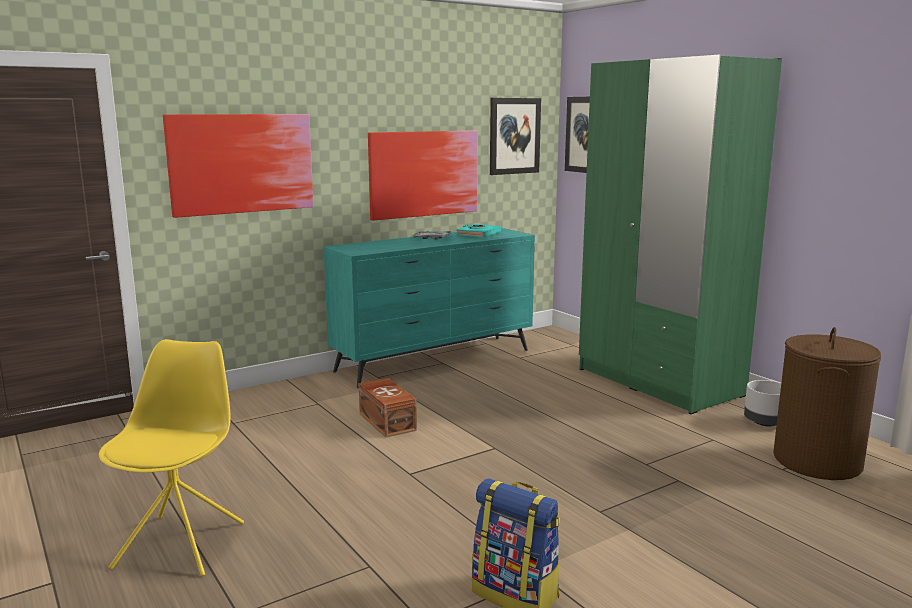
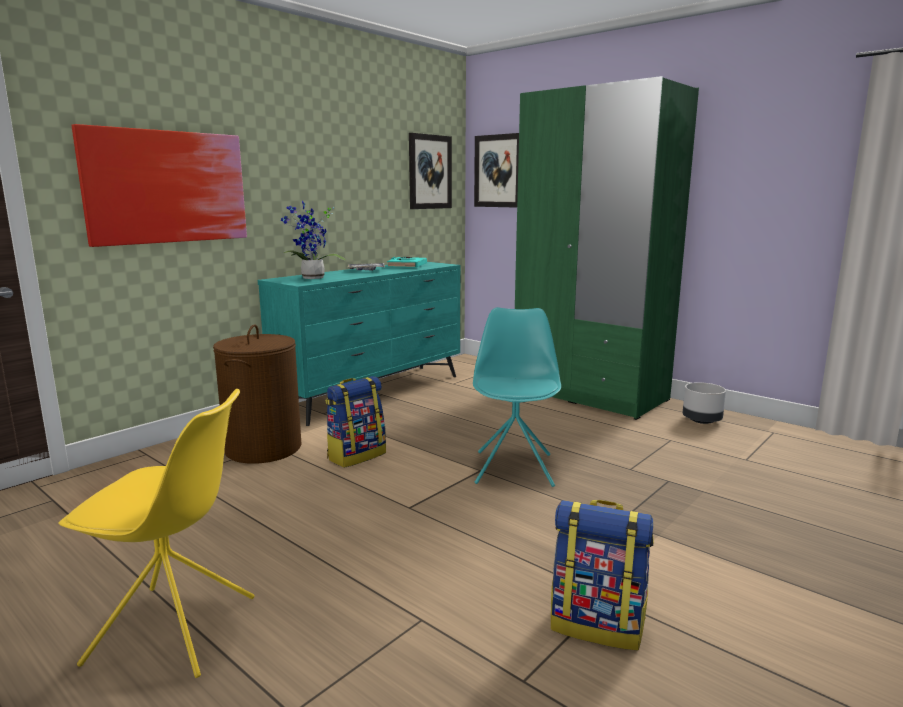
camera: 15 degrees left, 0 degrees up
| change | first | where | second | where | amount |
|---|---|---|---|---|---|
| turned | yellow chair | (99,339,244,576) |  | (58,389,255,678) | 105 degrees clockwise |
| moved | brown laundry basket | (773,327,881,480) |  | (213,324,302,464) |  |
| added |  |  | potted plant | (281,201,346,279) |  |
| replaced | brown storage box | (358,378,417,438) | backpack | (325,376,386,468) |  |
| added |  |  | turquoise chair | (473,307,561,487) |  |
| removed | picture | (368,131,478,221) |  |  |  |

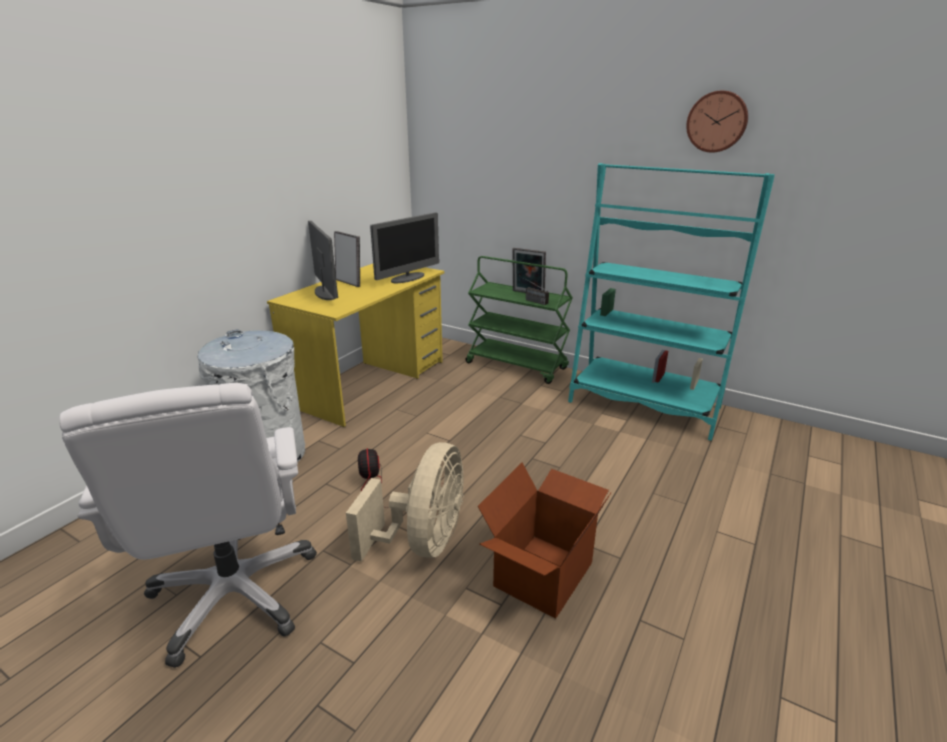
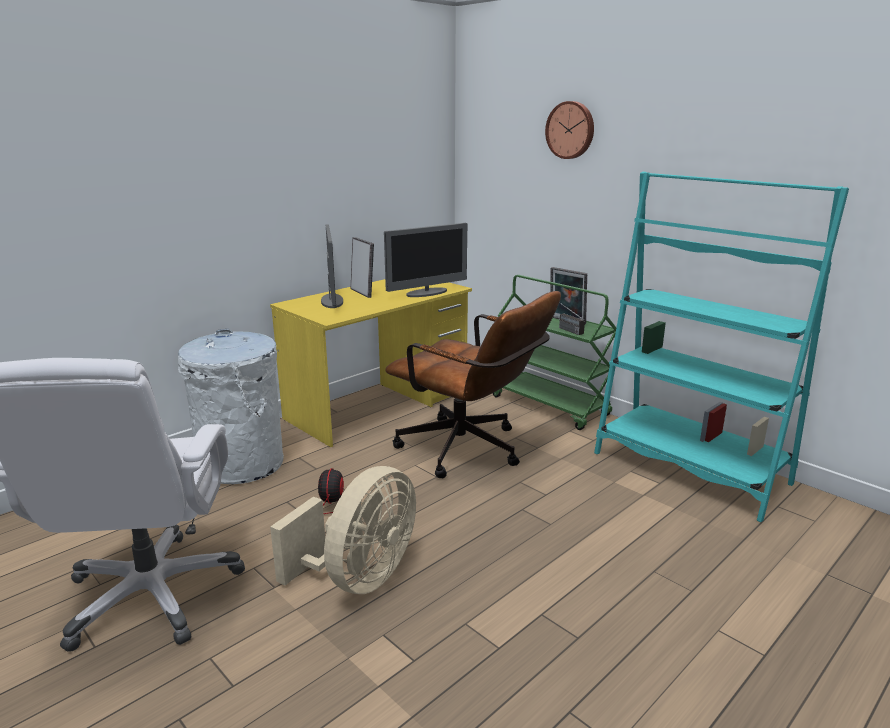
camera: 15 degrees right, 5 degrees down
| change | first | where | second | where | amount |
|---|---|---|---|---|---|
| added |  |  | brown office chair | (385,291,561,478) |  |
| moved | wall clock | (686,91,748,153) |  | (545,101,594,159) |  |
| removed | cardboard box | (478,463,612,619) |  |  |  |

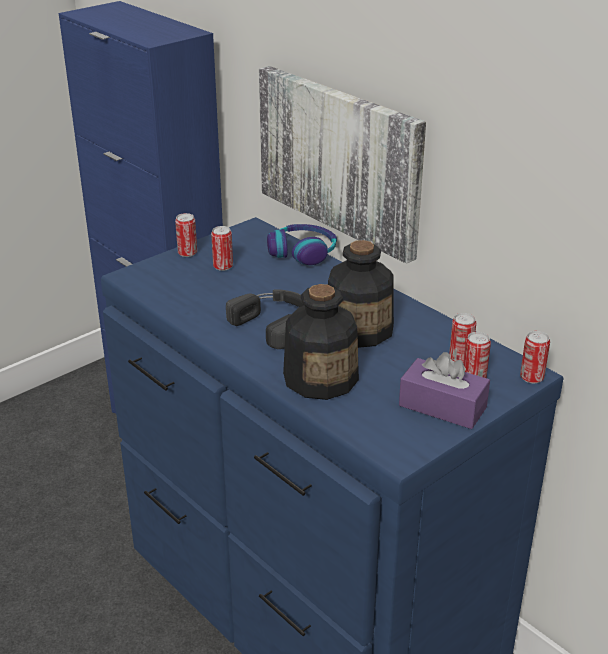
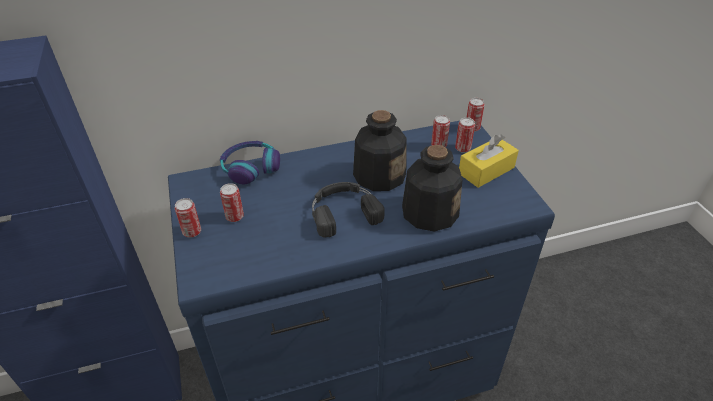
camera: 65 degrees left, 10 degrees up
| change | first | where | second | where | amount |
|---|---|---|---|---|---|
| recoloured | purple tissue box | (399,352,490,429) | yellow tissue box | (459,134,519,188) |  |
| removed | picture | (259,66,426,264) |  |  |  |

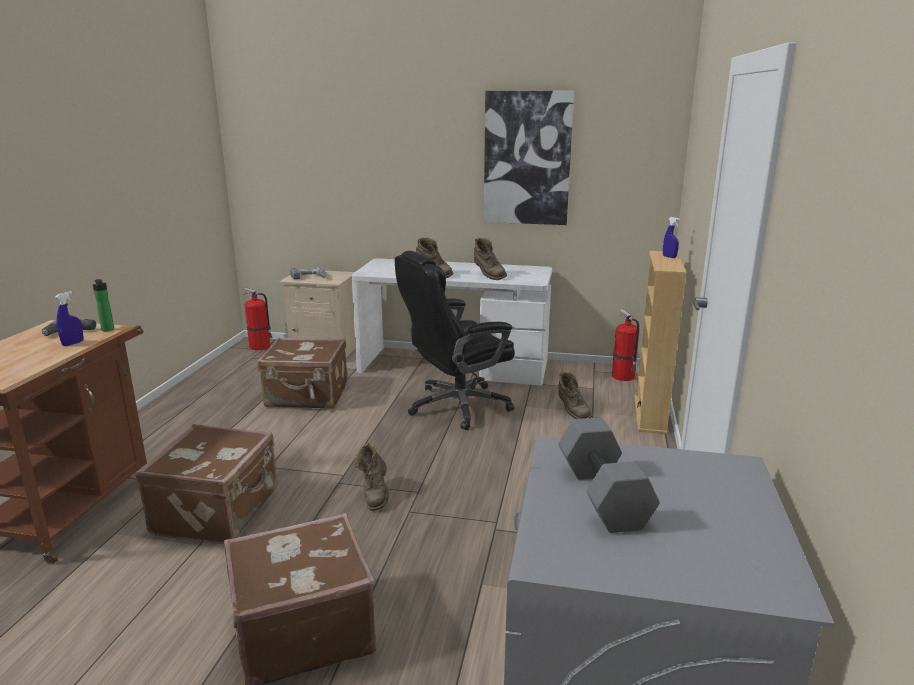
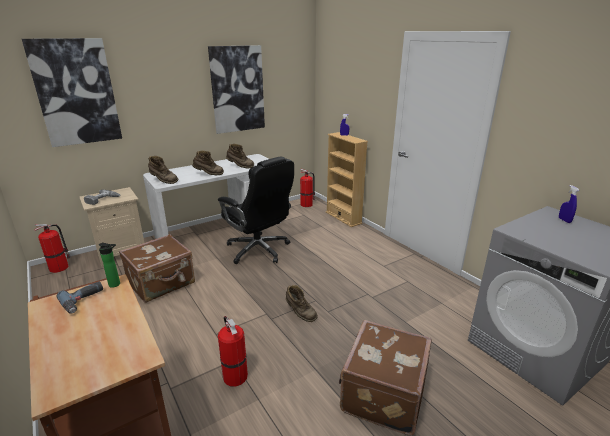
camera: 45 degrees left, 5 degrees up
| change | first | where | second | where | amount |
|---|---|---|---|---|---|
| added |  |  | picture | (22,38,122,147) |  |
| moved | brown boot | (558,372,592,419) |  | (148,156,179,184) |  |
| turned | black office chair | (395,251,515,430) |  | (218,157,294,264) | 60 degrees counterclockwise |
| replaced | brown suitcase | (135,424,278,544) | fire extinguisher | (218,316,248,386) |  |
| moved | blue spray bottle | (55,291,84,346) |  | (559,185,580,223) |  |
| removed | grey dumbbell | (558,417,660,533) |  |  |  |

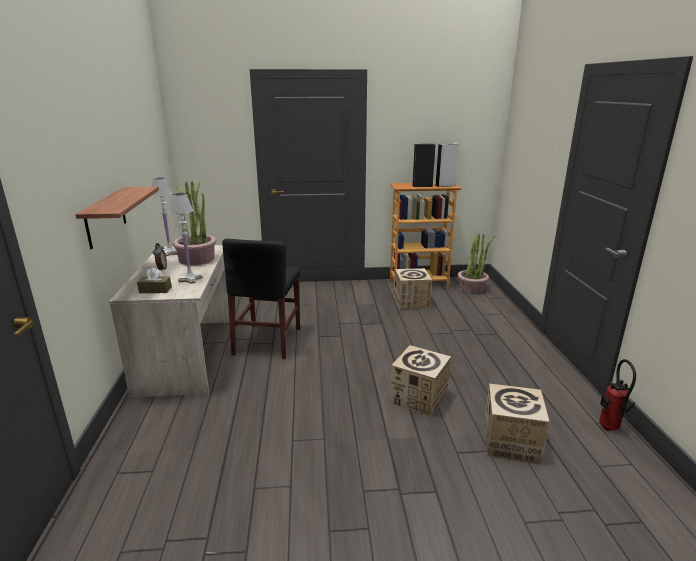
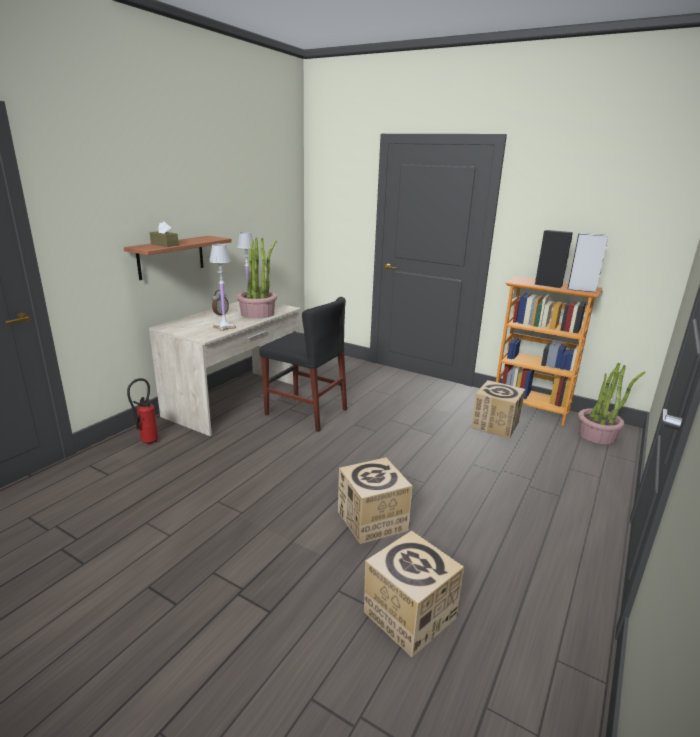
camera: 35 degrees right, 0 degrees up
| change | first | where | second | where | amount |
|---|---|---|---|---|---|
| moved | fire extinguisher | (599,359,636,431) |  | (127,378,158,445) |  |
| moved | brown tissue box | (137,268,172,293) |  | (150,221,179,247) |  |
| turned | black chair | (222,239,300,359) |  | (259,297,347,432) | 105 degrees counterclockwise |

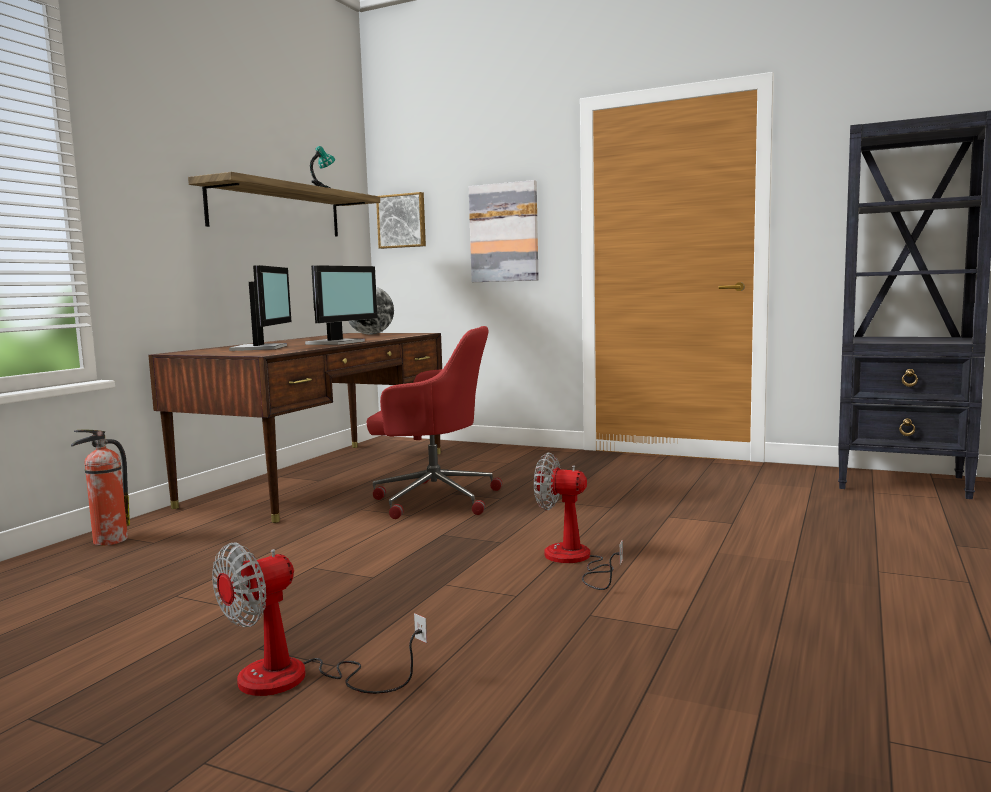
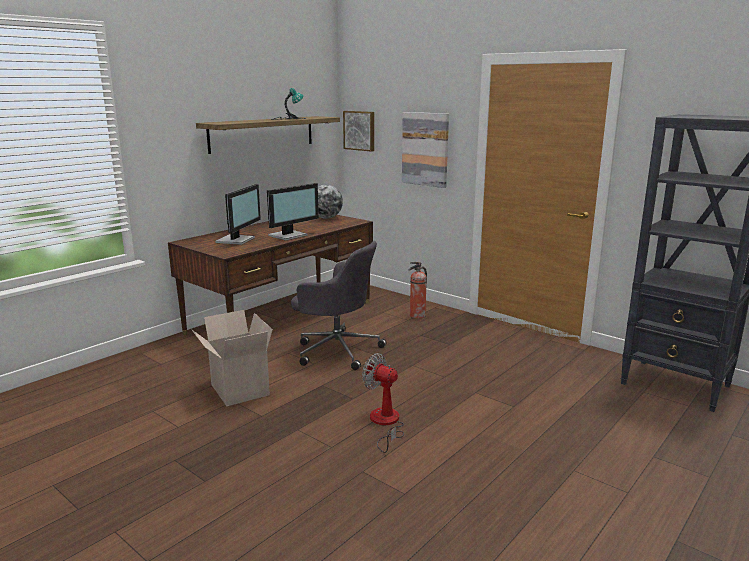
camera: 15 degrees right, 10 degrees up
| change | first | where | second | where | amount |
|---|---|---|---|---|---|
| added |  |  | cardboard box | (191,310,273,406) |  |
| recoloured | red office chair | (367,326,502,519) | grey office chair | (291,241,387,370) |  |
| moved | fire extinguisher | (71,430,130,546) |  | (409,262,427,319) |  |
| removed | fan | (212,542,427,696) |  |  |  |

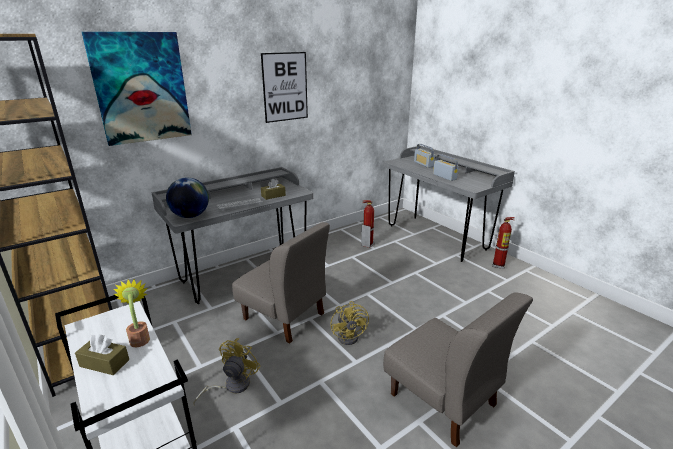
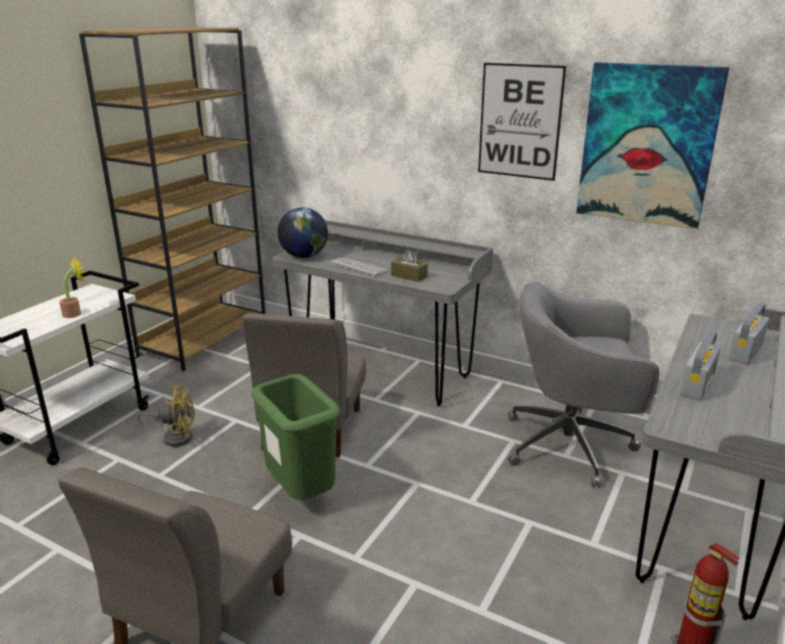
camera: 65 degrees right, 0 degrees up
| change | first | where | second | where | amount |
|---|---|---|---|---|---|
| replaced | yellow fan | (330,301,369,345) | green trash can | (251,374,340,500) |  |
| replaced | fire extinguisher | (361,200,375,248) | grey office chair | (508,282,660,488) |  |
| moved | picture | (82,32,192,146) |  | (576,62,730,230) |  |
| removed | brown tissue box | (75,334,129,375) |  |  |  |

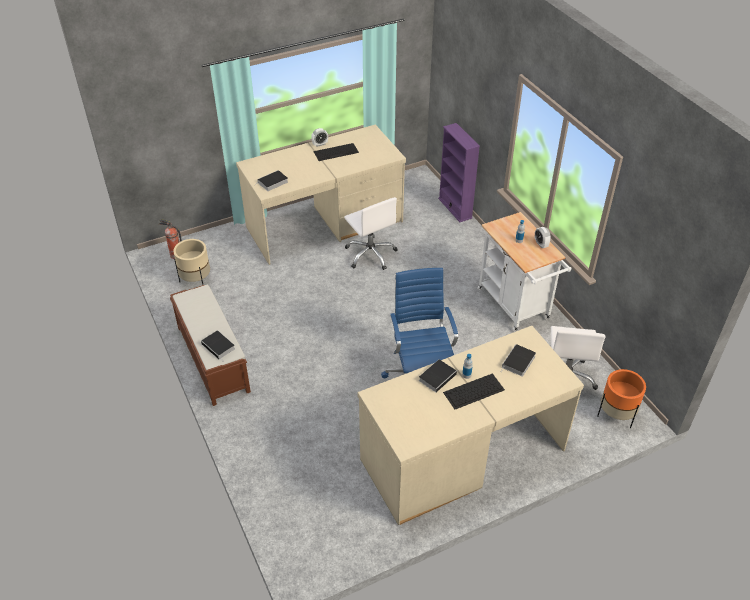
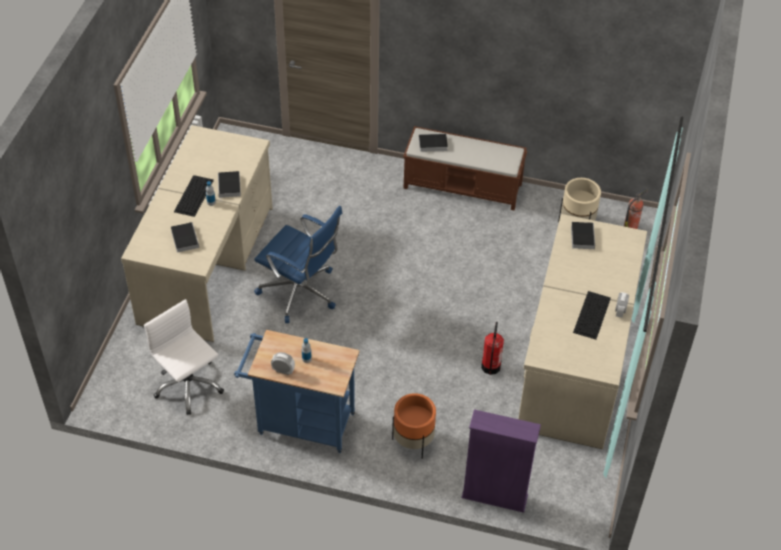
camera: 130 degrees right, 5 degrees up
| change | first | where | second | where | amount |
|---|---|---|---|---|---|
| recoloured | white cart | (477,212,571,331) | blue cart | (234,330,360,453) |  |
| moved | orange planter | (597,369,646,428) |  | (392,393,436,459) |  |
| replaced | white office chair | (344,197,398,270) | fire extinguisher | (481,322,504,375) |  |

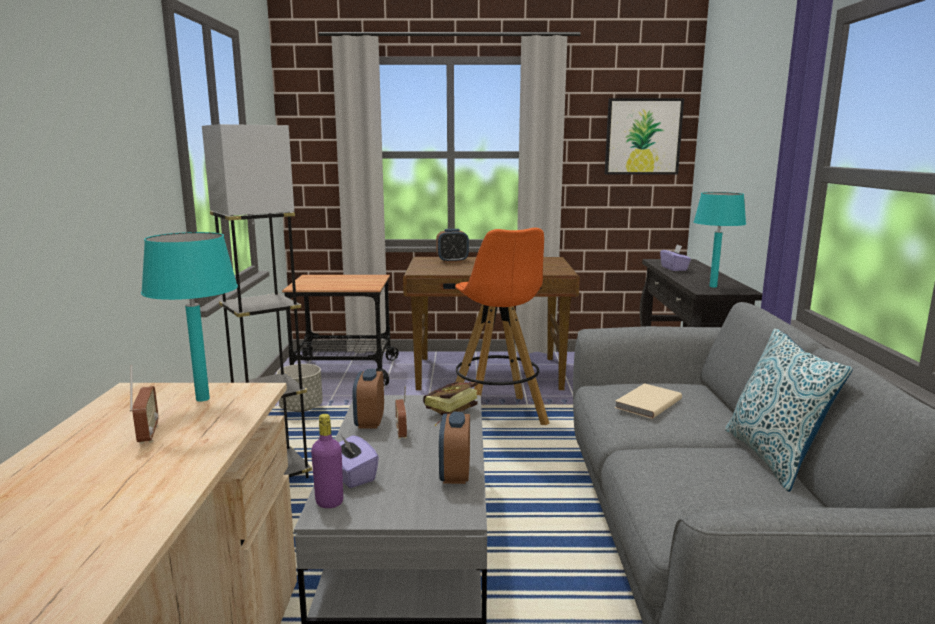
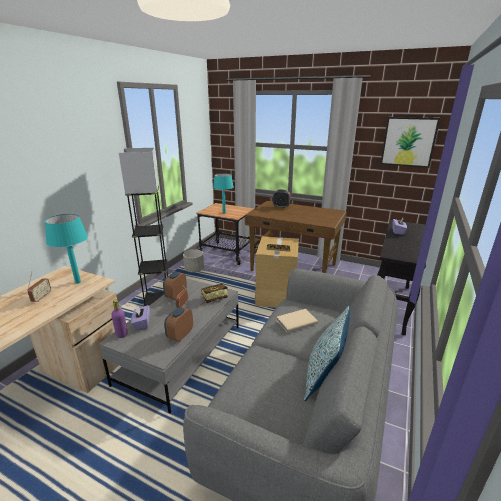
camera: 25 degrees right, 10 degrees up
| change | first | where | second | where | amount |
|---|---|---|---|---|---|
| moved | turquoise table lamp | (694,192,746,288) |  | (213,173,234,214) |  |
| replaced | orange stool | (455,228,550,425) | cardboard box | (254,236,299,308) |  |

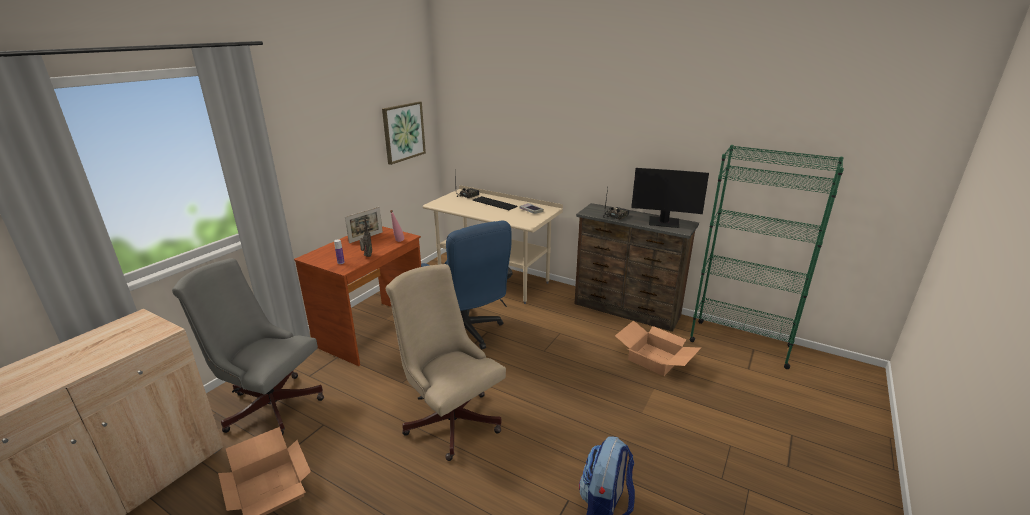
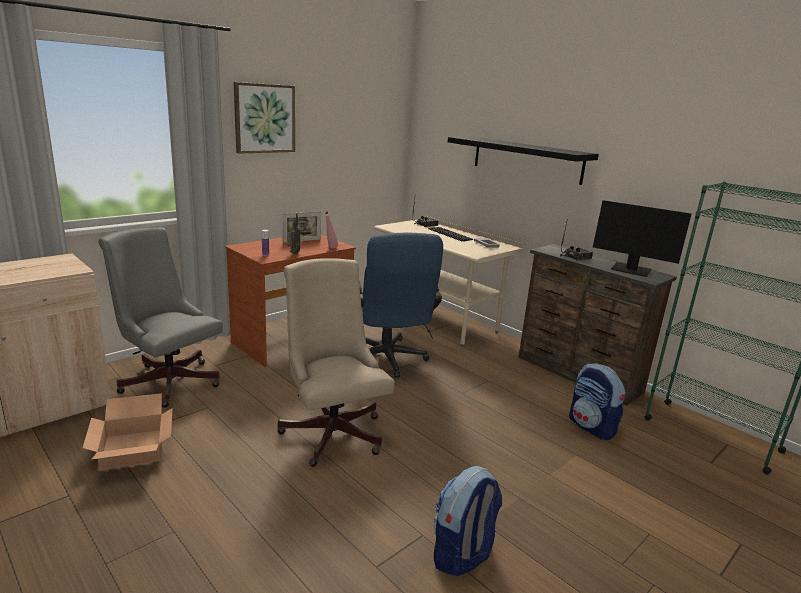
camera: 15 degrees right, 5 degrees down
| change | first | where | second | where | amount |
|---|---|---|---|---|---|
| moved | picture | (382,102,426,165) |  | (234,82,295,154) |  |
| added |  |  | black shelf | (448,137,599,185) |  |
| replaced | cardboard box | (615,320,701,376) | backpack | (569,363,625,440) |  |

